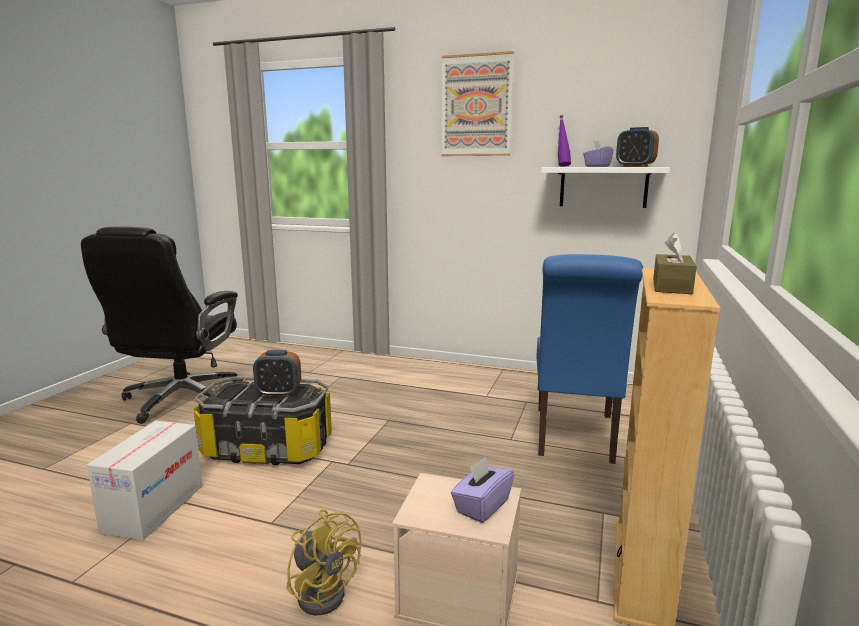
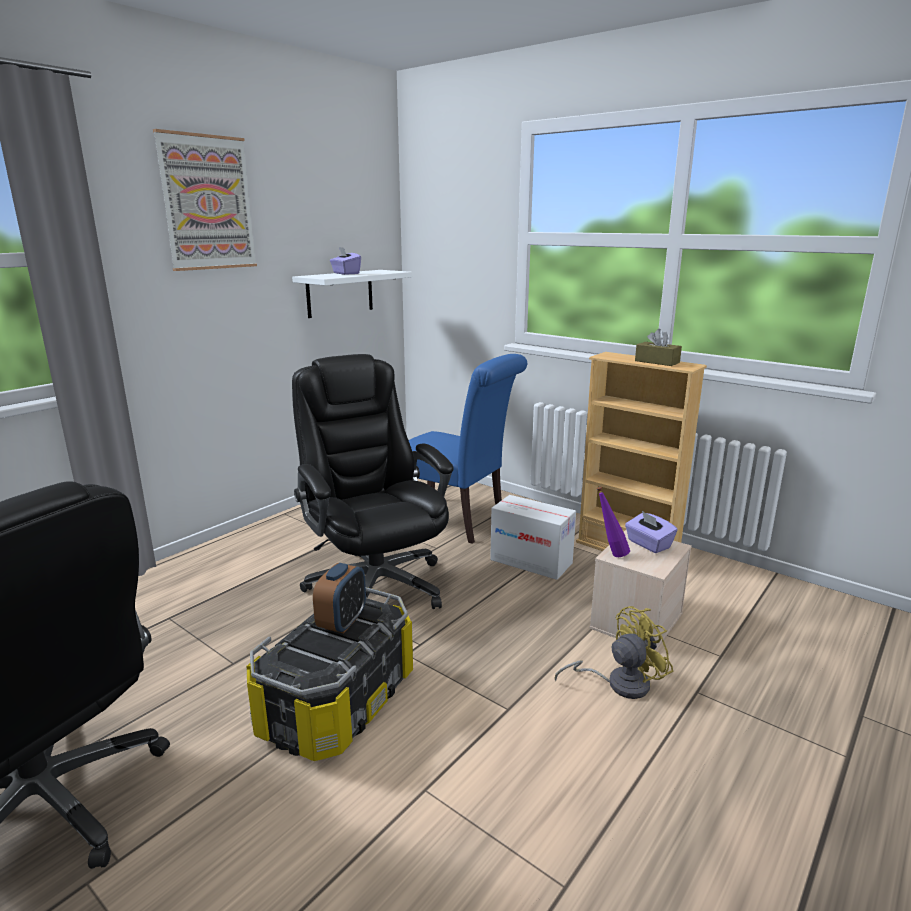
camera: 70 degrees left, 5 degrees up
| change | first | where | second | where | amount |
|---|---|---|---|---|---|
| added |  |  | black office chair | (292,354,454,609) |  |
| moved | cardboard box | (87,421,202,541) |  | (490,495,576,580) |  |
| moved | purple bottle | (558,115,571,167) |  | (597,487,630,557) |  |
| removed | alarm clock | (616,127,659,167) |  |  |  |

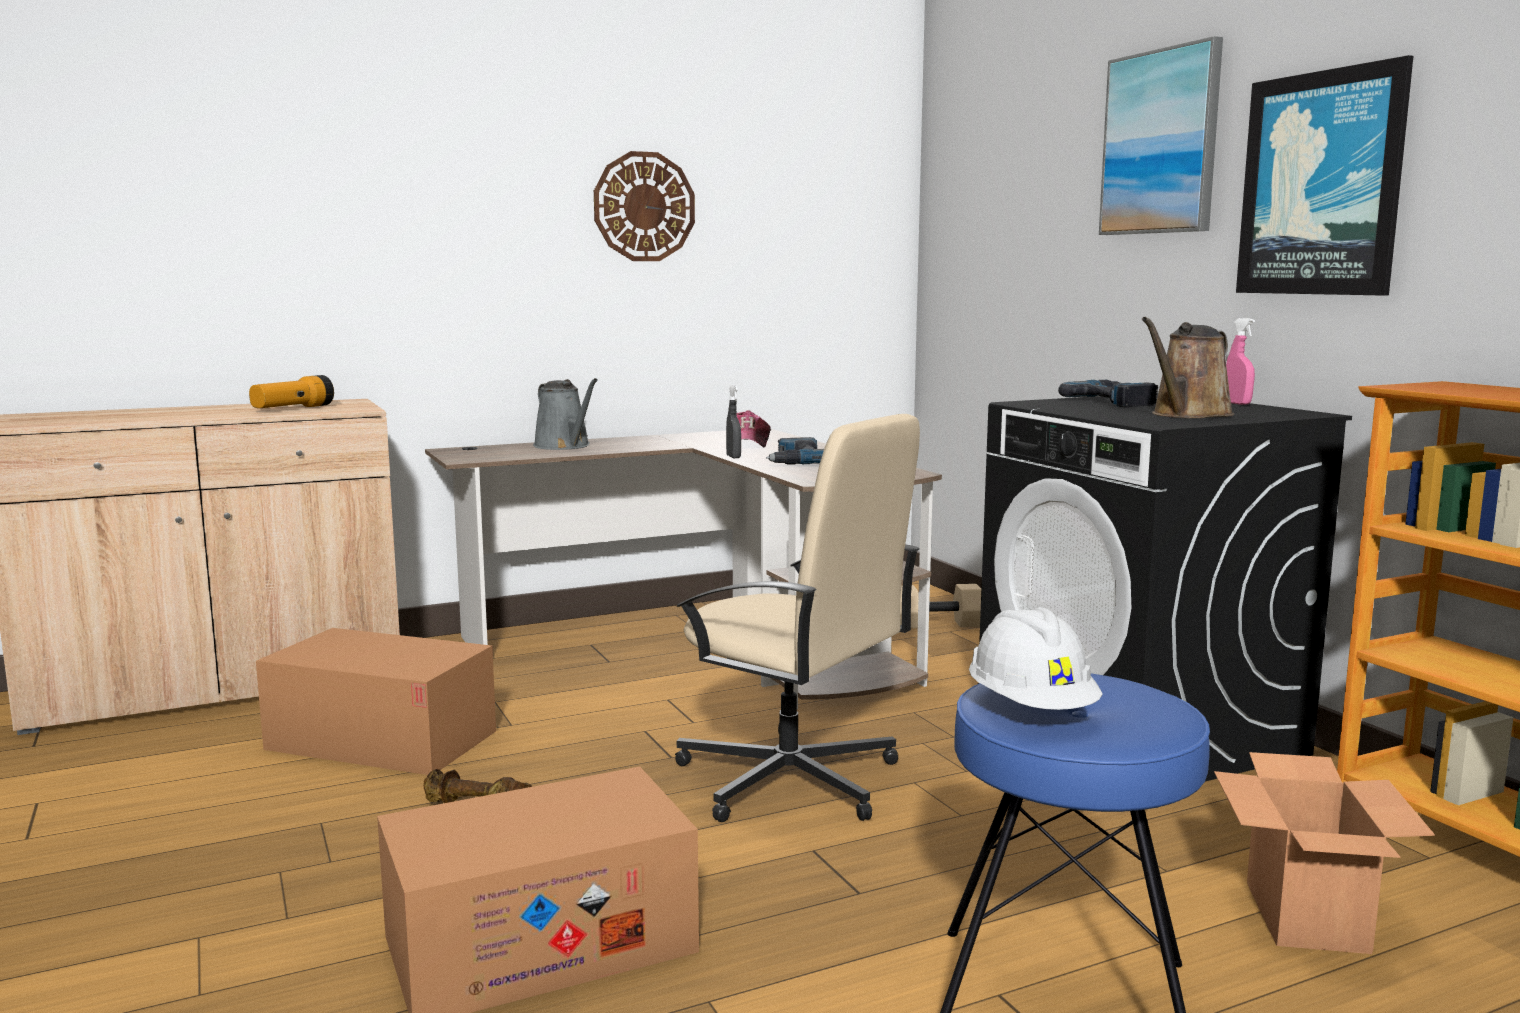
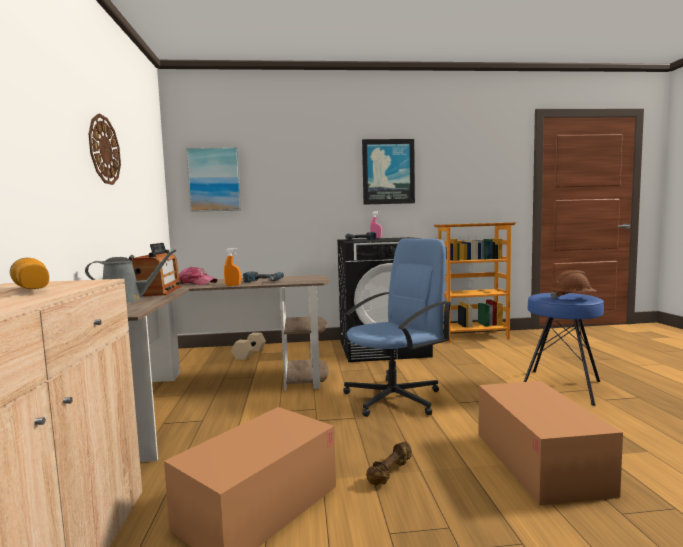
camera: 70 degrees left, 5 degrees down
| change | first | where | second | where | amount |
|---|---|---|---|---|---|
| added |  |  | radio | (132,243,182,296) |  |
| moved | picture | (1099,36,1223,235) |  | (186,147,242,212) |  |
| recoloured | grey spray bottle | (726,385,741,458) | orange spray bottle | (224,248,241,286) |  |
| recoloured | beige office chair | (675,414,920,822) | blue office chair | (343,238,452,417) |  |
| recoloured | white hard hat | (969,607,1102,710) | brown hard hat | (550,270,597,299) |  |
| removed | brown watering can | (1142,317,1234,419) |  |  |  |
| removed | cardboard box | (1214,752,1435,954) |  |  |  |

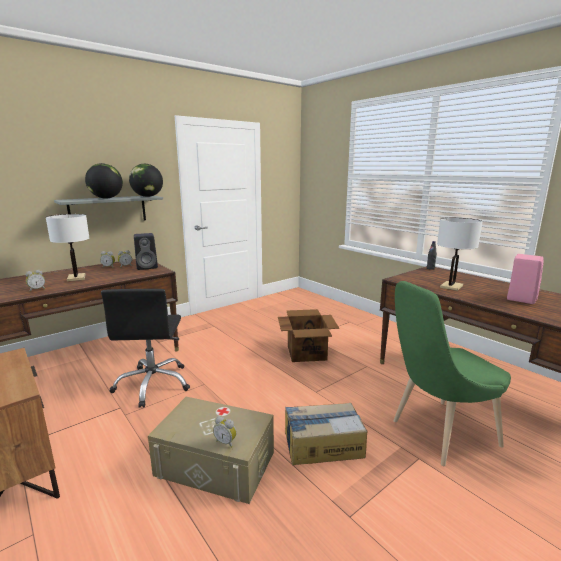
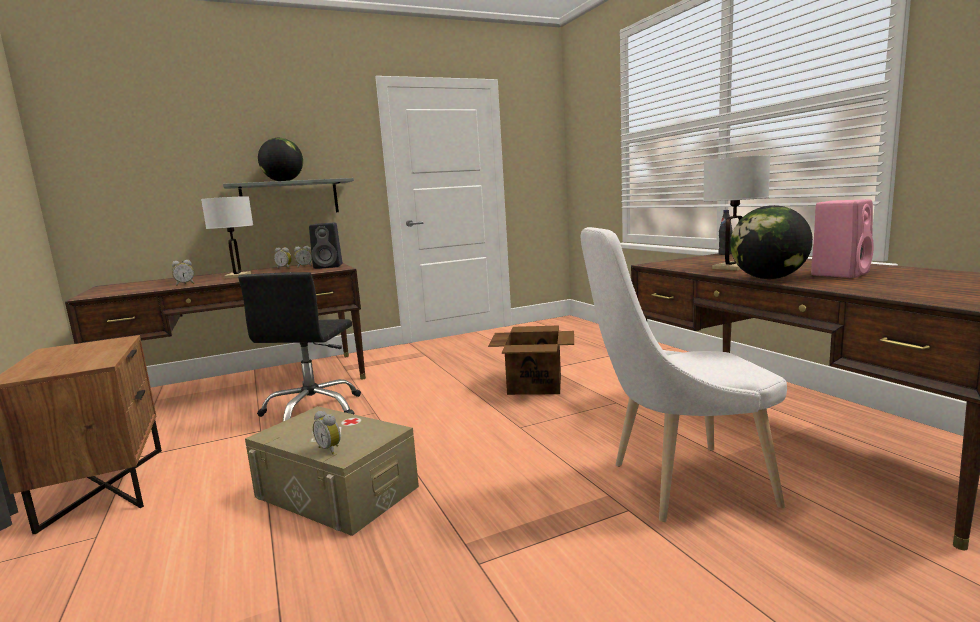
camera: 15 degrees right, 5 degrees down
| change | first | where | second | where | amount |
|---|---|---|---|---|---|
| recoloured | green chair | (393,281,511,466) | white chair | (581,227,787,522) |  |
| moved | globe | (129,164,163,197) |  | (730,205,813,279) |  |
| removed | cardboard box | (285,403,367,465) |  |  |  |

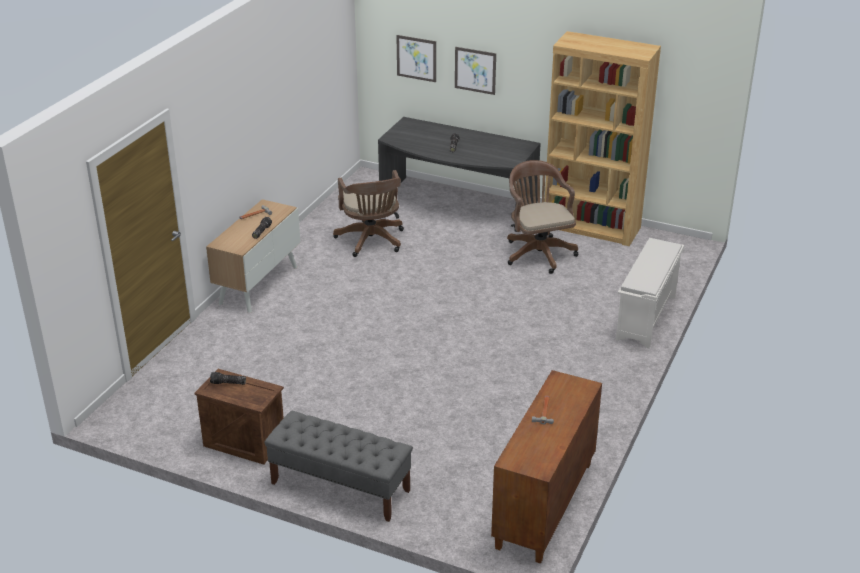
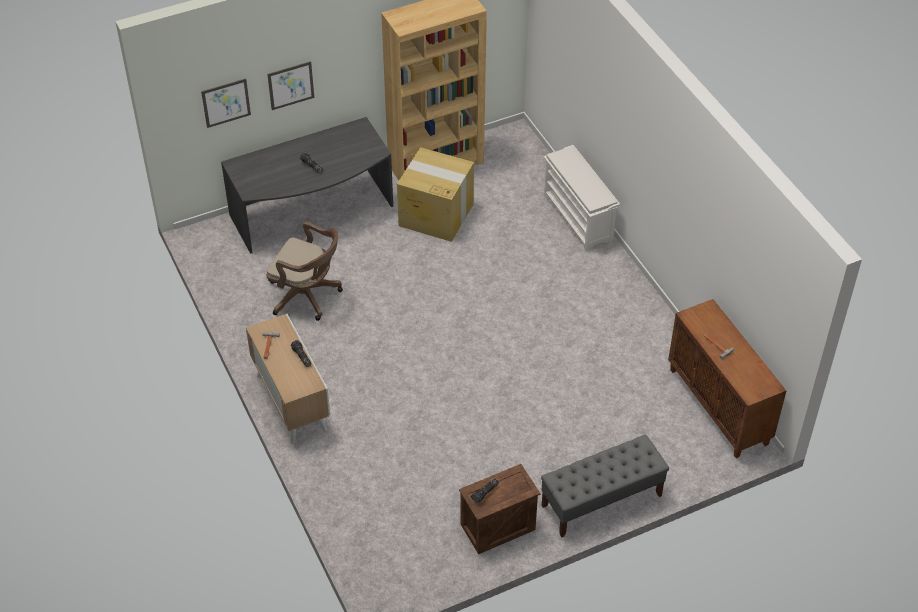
camera: 50 degrees left, 15 degrees up
| change | first | where | second | where | amount |
|---|---|---|---|---|---|
| replaced | brown office chair | (507,160,578,274) | cardboard box | (397,147,474,242) |  |

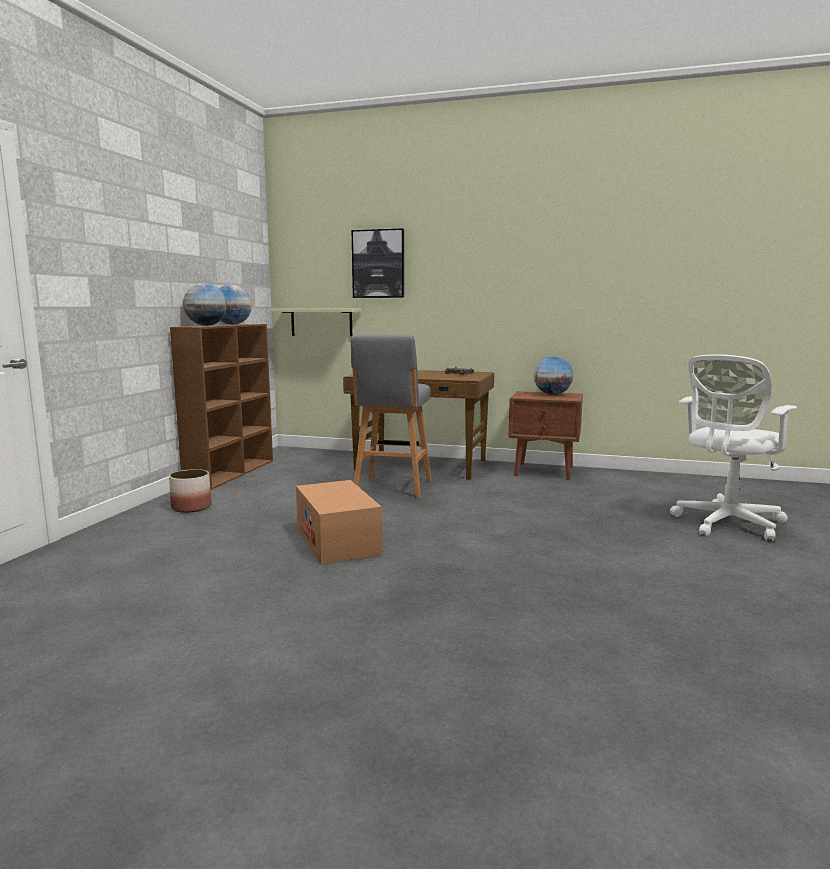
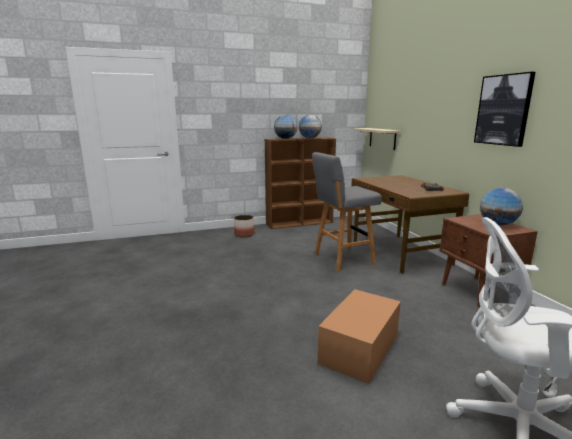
camera: 55 degrees right, 5 degrees up
| change | first | where | second | where | amount |
|---|---|---|---|---|---|
| moved | cardboard box | (296,480,382,564) |  | (318,289,401,384) |  |
| moved | picture | (352,228,404,298) |  | (474,72,535,147) |  |

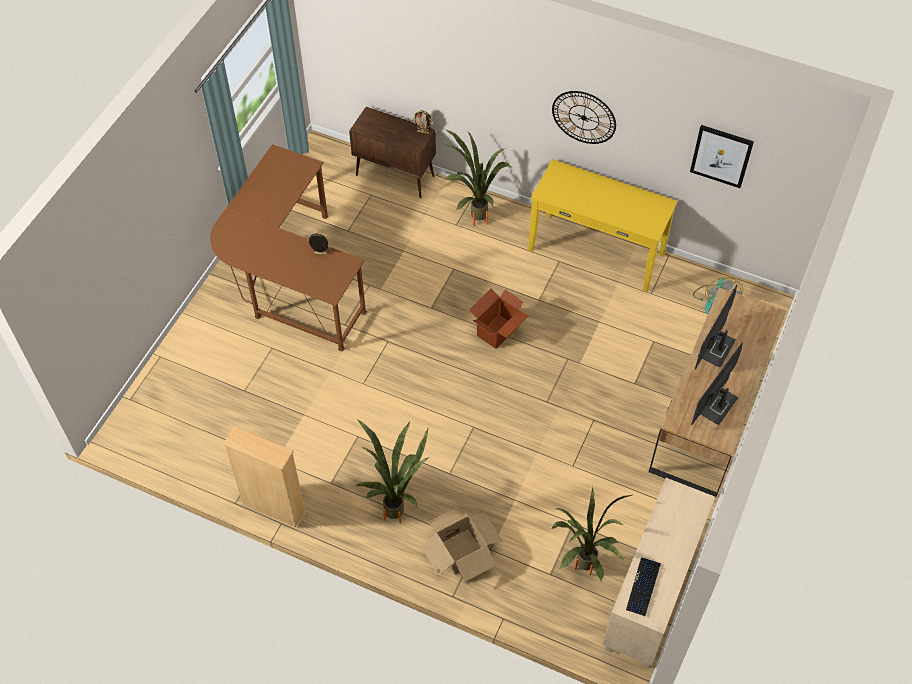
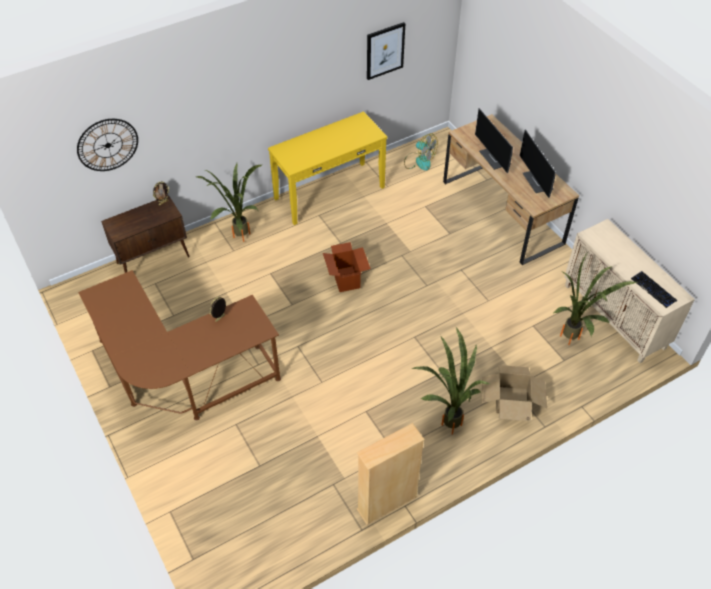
camera: 55 degrees left, 5 degrees down
| change | first | where | second | where | amount |
|---|---|---|---|---|---|
| moved | wall clock | (552,91,616,144) |  | (77,119,138,171) |  |

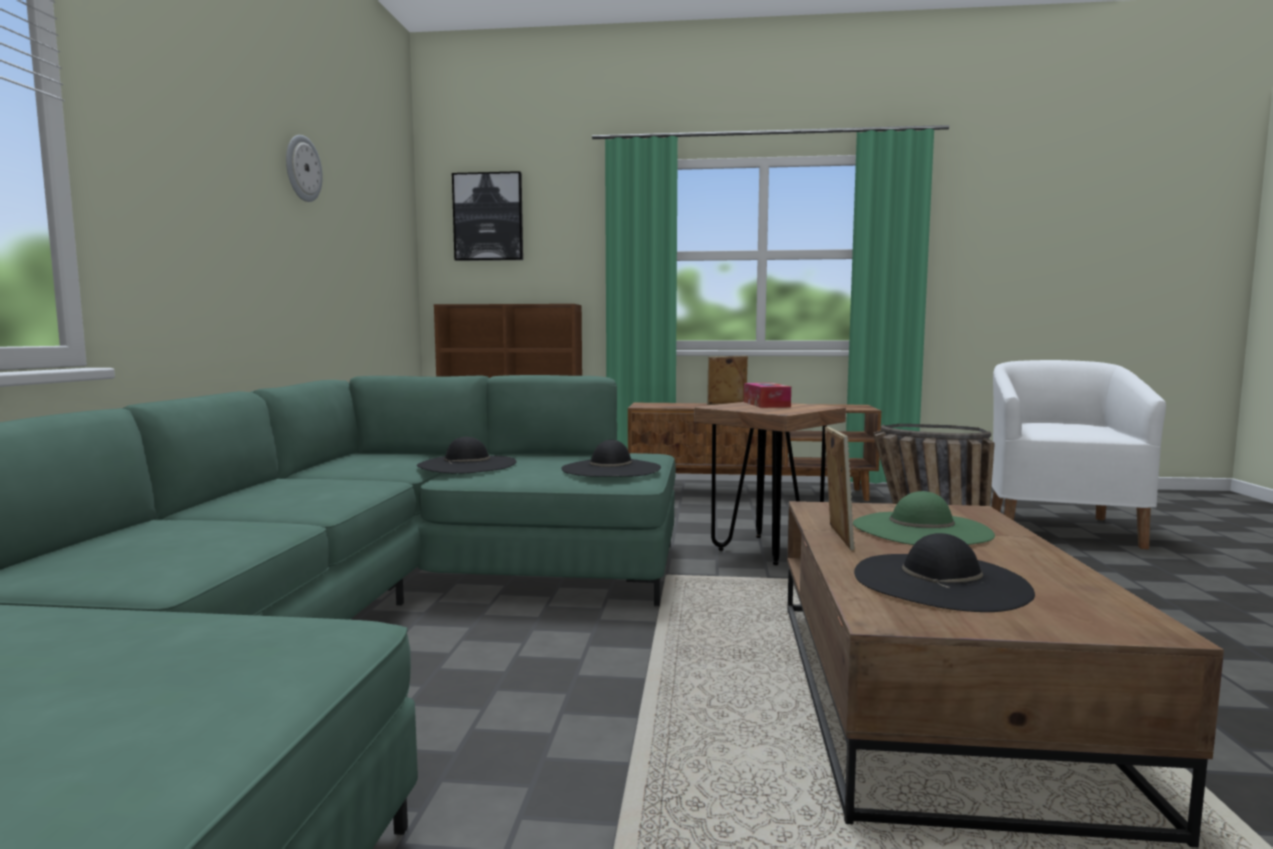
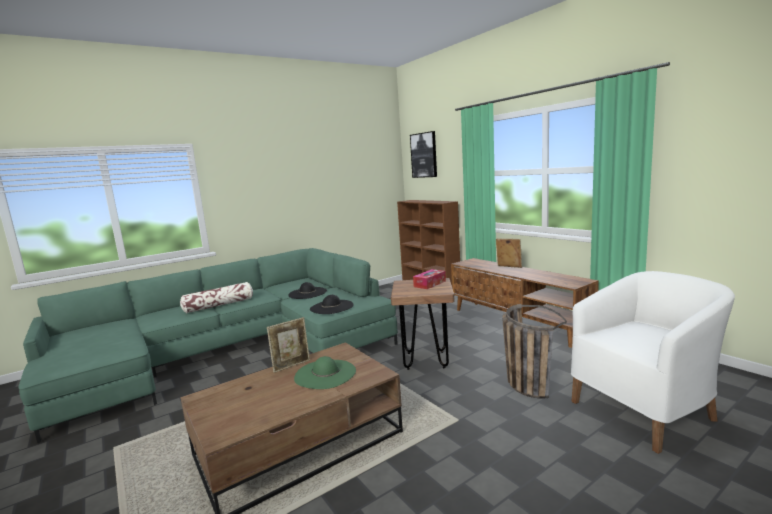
camera: 50 degrees right, 5 degrees up
| change | first | where | second | where | amount |
|---|---|---|---|---|---|
| added |  |  | pillow | (180,282,253,313) |  |
| removed | wall clock | (286,135,323,202) |  |  |  |
| removed | black hat | (854,533,1035,612) |  |  |  |

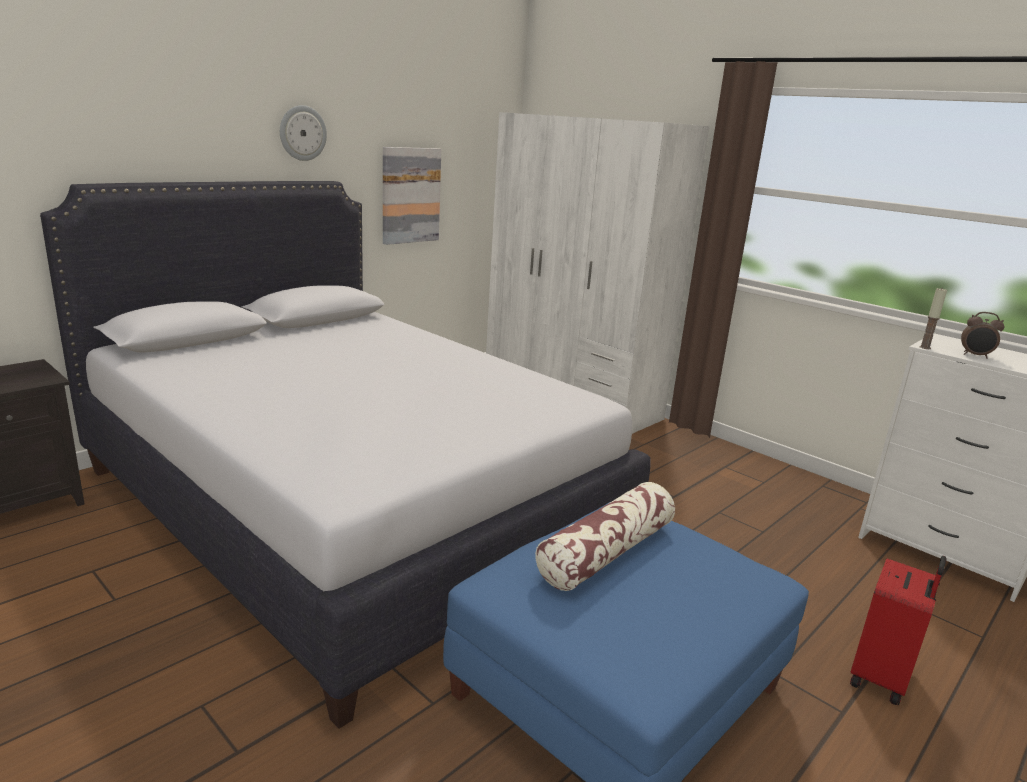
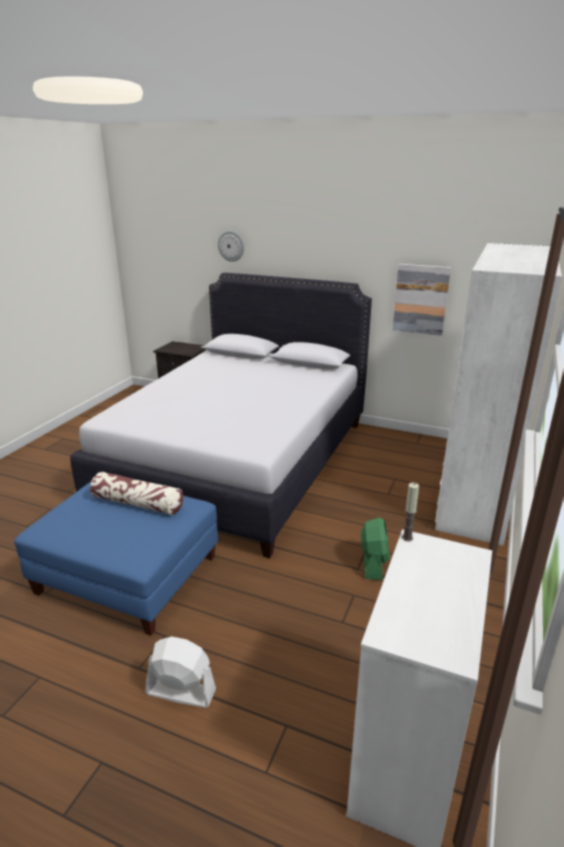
camera: 70 degrees right, 5 degrees up
| change | first | where | second | where | amount |
|---|---|---|---|---|---|
| replaced | red suitcase | (850,556,947,705) | white fan | (145,636,216,708) |  |
| moved | wall clock | (280,105,327,161) |  | (218,231,244,262) |  |
| added |  |  | green fan | (361,518,390,580) |  |
| removed | alarm clock | (961,312,1005,359) |  |  |  |

